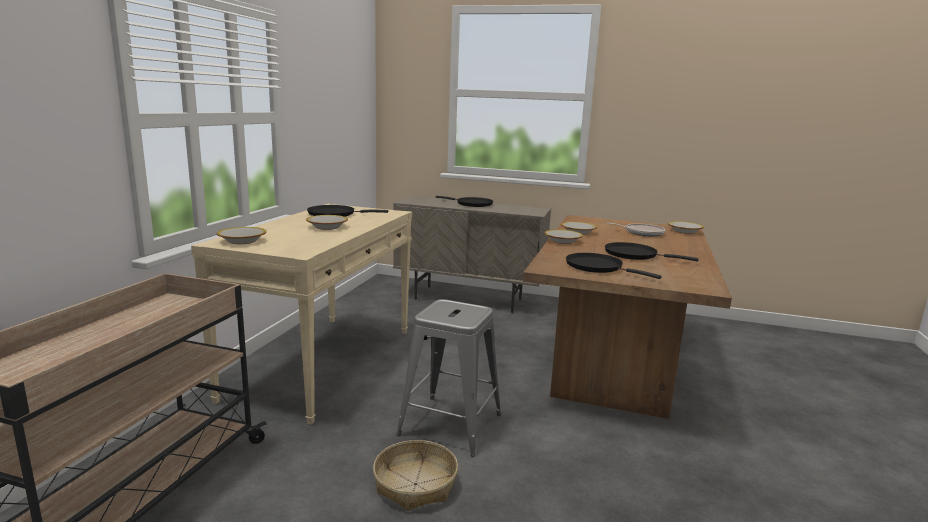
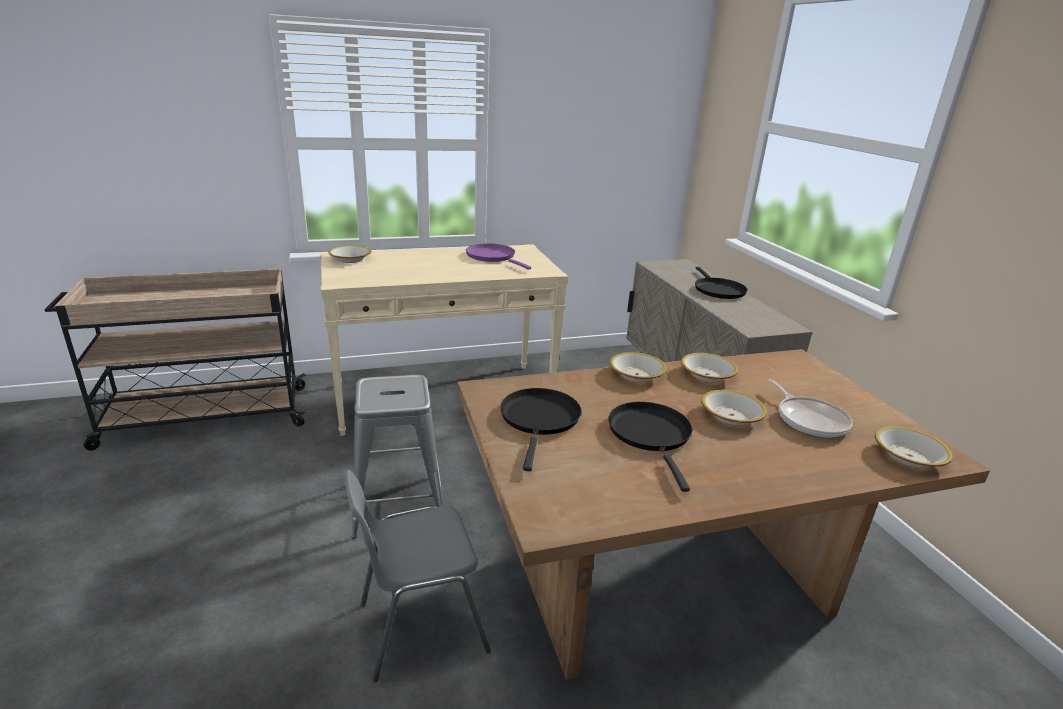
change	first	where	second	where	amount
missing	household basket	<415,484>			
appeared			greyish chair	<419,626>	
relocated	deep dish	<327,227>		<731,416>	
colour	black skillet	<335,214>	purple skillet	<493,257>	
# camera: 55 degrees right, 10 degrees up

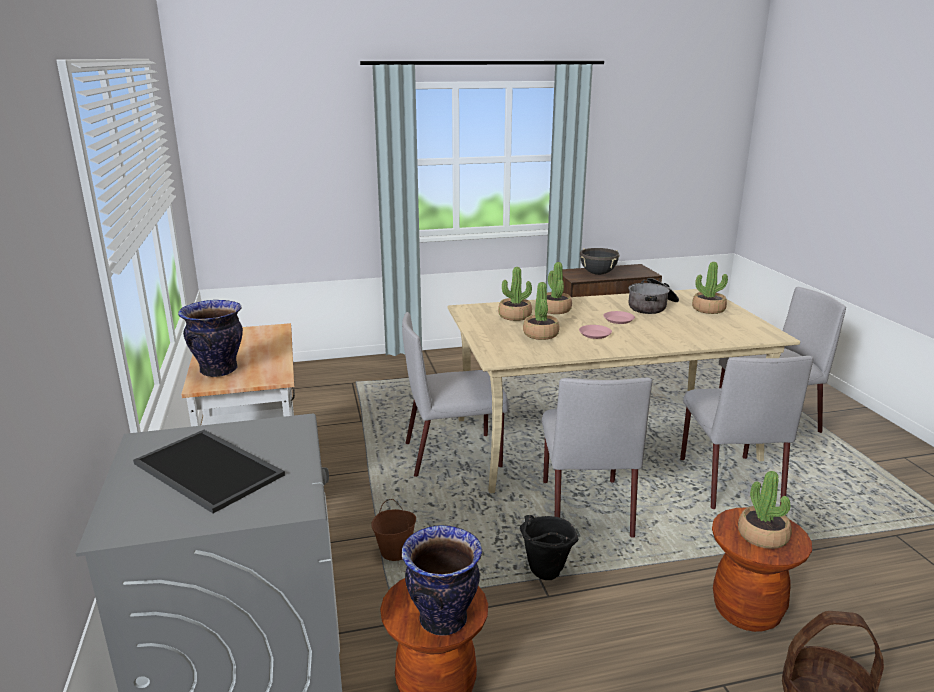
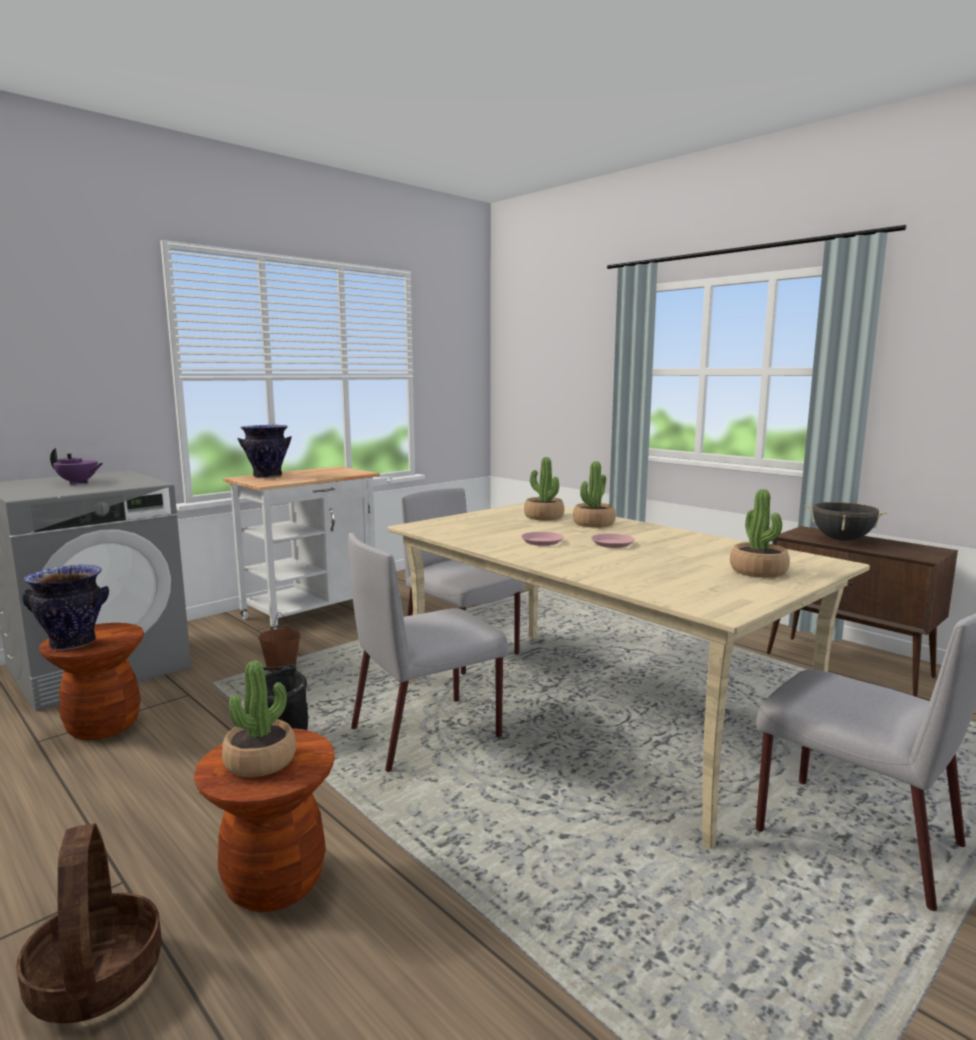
change	first	where	second	where	amount
missing	potted plant	<541,334>			
missing	cooking pot	<652,306>			
missing	greyish chair	<728,480>			
exchanged	carrying tray	<211,469>	purple pot for tea	<78,482>	
# camera: 60 degrees right, 10 degrees down

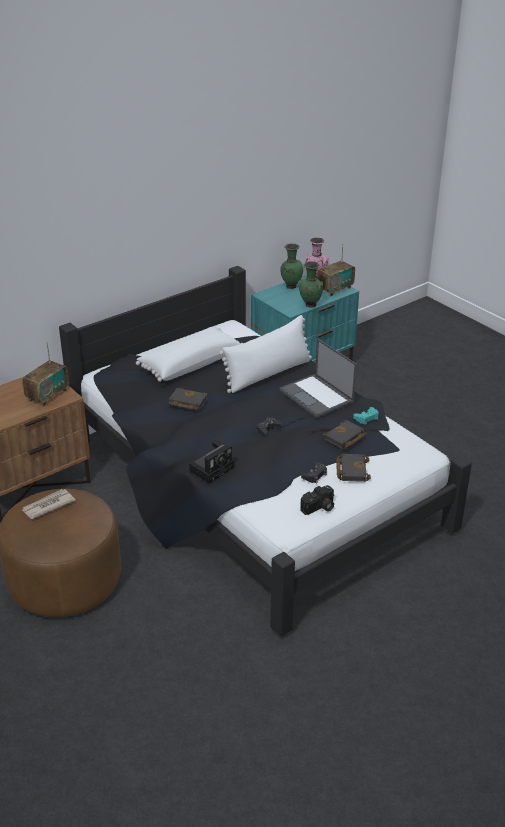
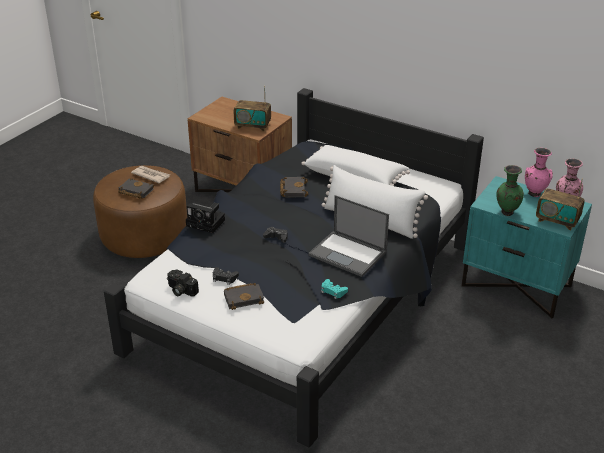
change	first	where	second	where	amount
relocated	black bound book	<345,438>		<135,191>	
colour	green decorative vase	<290,286>	pink decorative vase	<535,194>	
spun	notebook computer	<317,396>		<348,254>	90 degrees counterclockwise
# camera: 70 degrees right, 0 degrees up

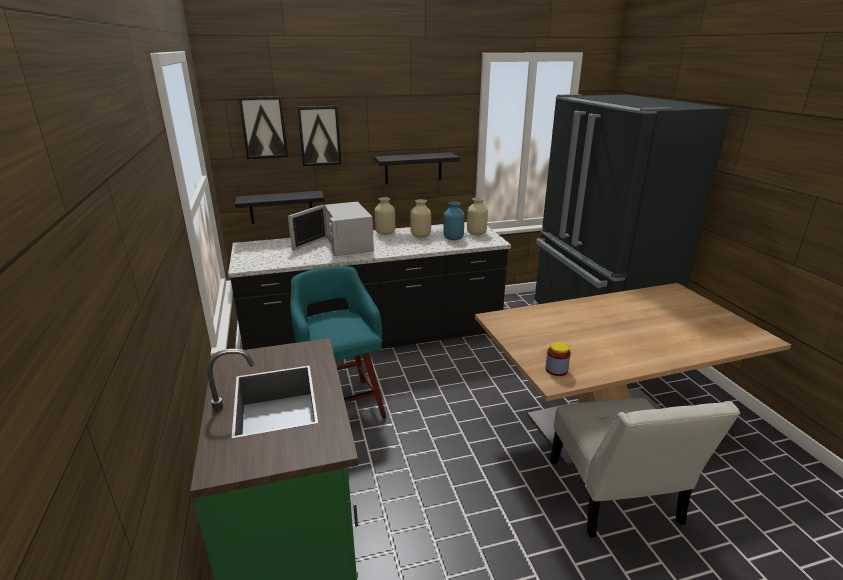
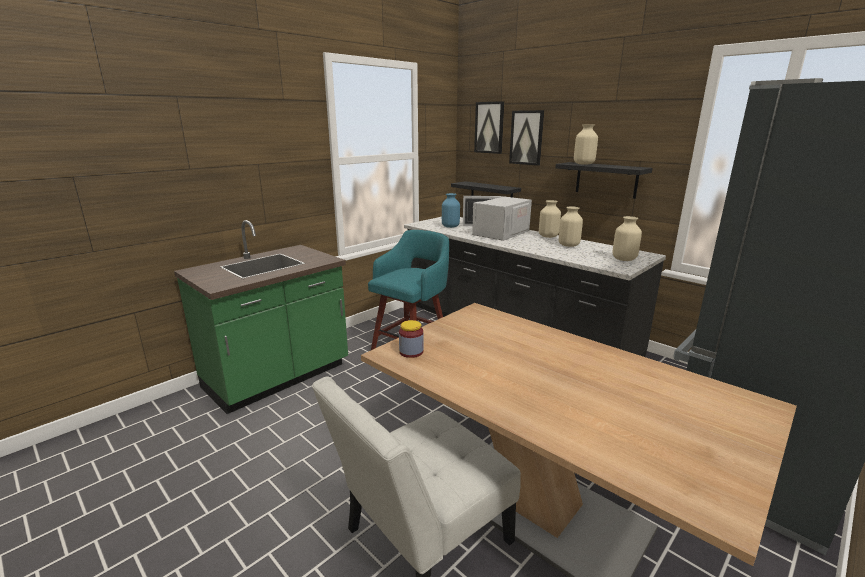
change	first	where	second	where	amount
appeared			beige-coloured decorative vase	<583,164>	
relocated	blue-coloured decorative vase	<453,238>		<450,226>	
# camera: 60 degrees right, 5 degrees down

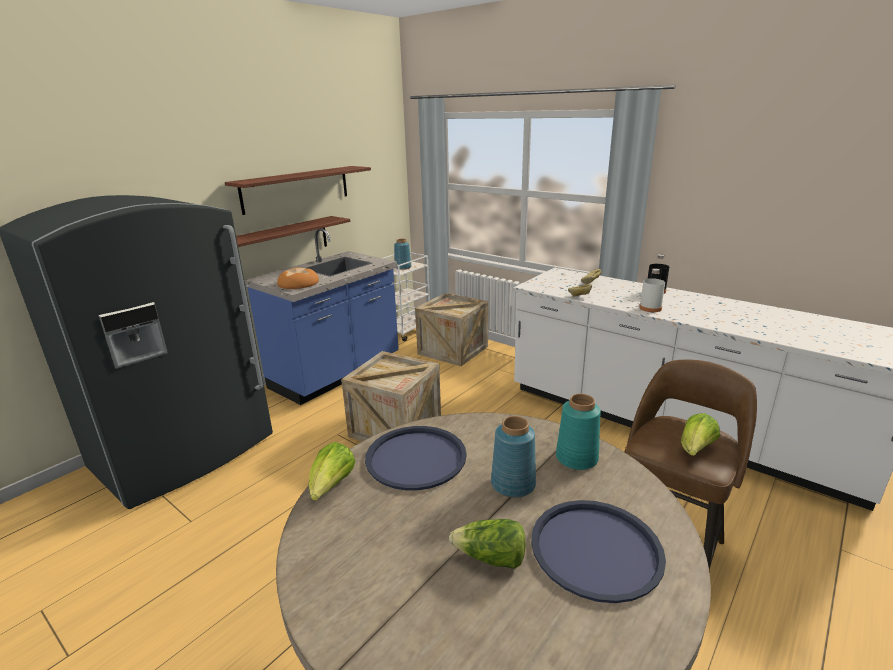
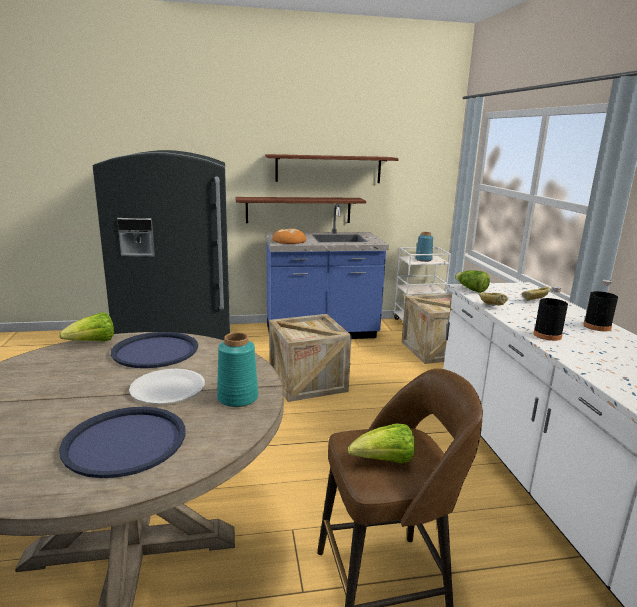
change	first	where	second	where	amount
relocated	lettuce head	<491,558>		<471,289>	
exchanged	blue-coloured decorative vase	<512,484>	white plate	<167,388>	
colour	white drink bottle	<650,308>	black drink bottle	<547,335>	
# camera: 40 degrees right, 5 degrees down

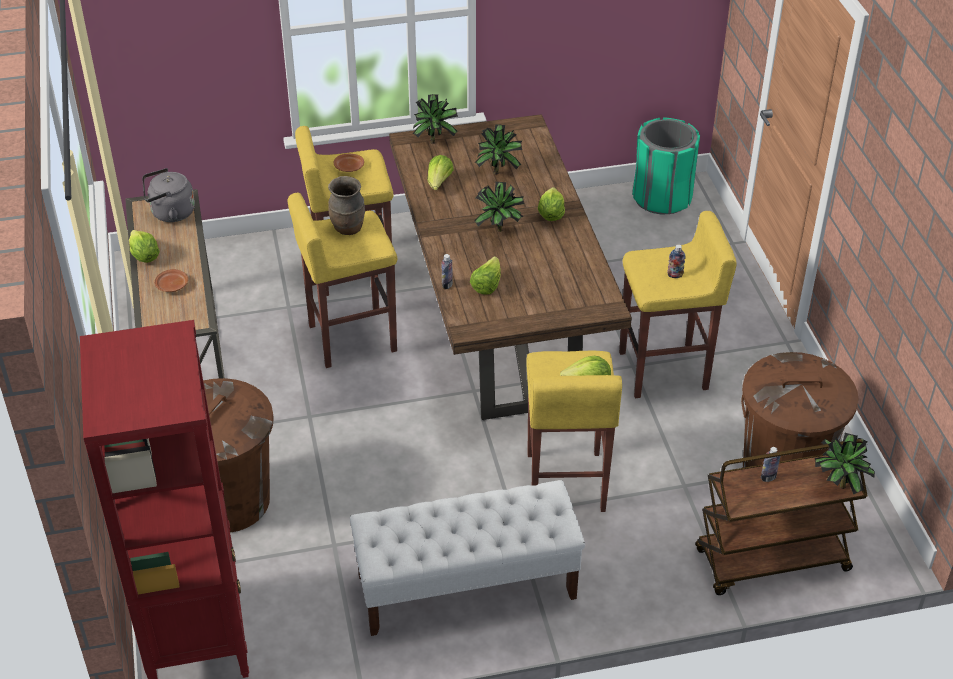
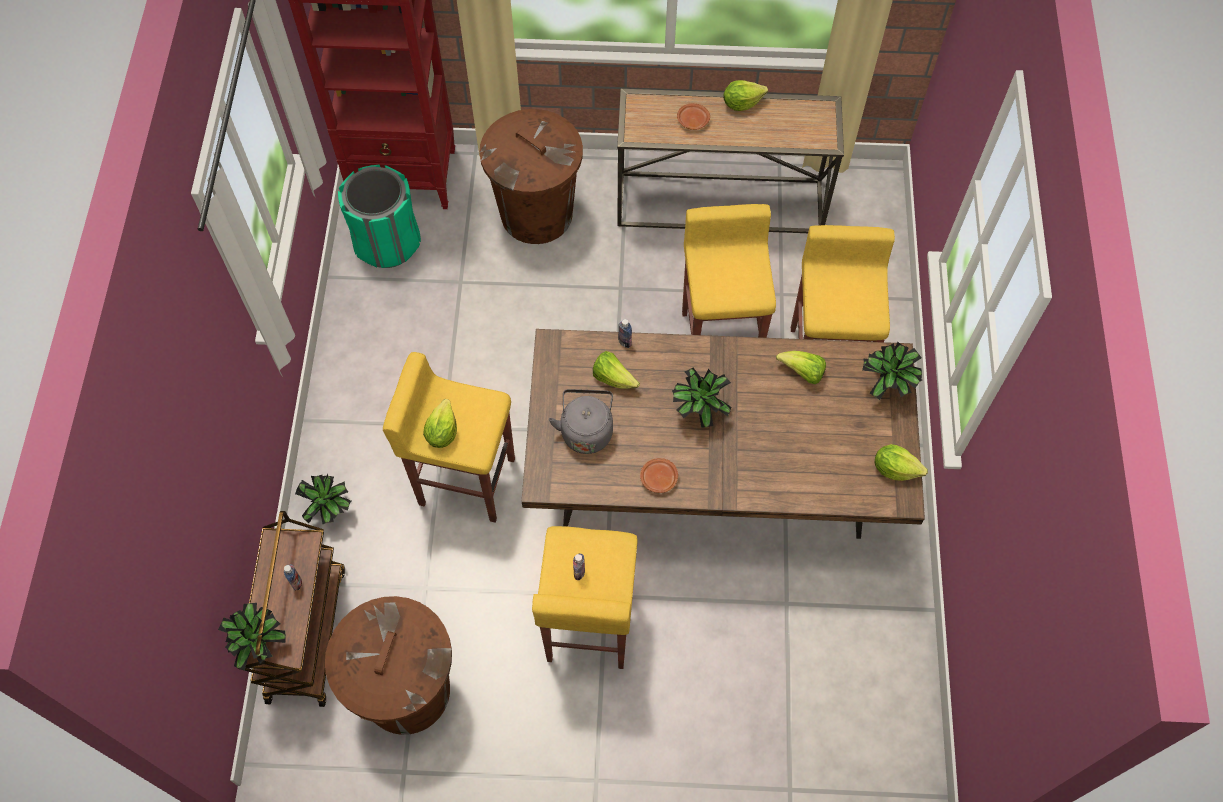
change	first	where	second	where	amount
missing	brownish decorative vase	<348,229>			
missing	white indoor bench	<466,587>			
relocated	greyish tea kettle	<170,213>		<586,430>	
relocated	brownish plate	<349,167>		<658,479>	
relocated	potted plant	<499,172>		<330,511>	
relocated	lettuce head	<551,215>		<895,469>	
relocated	green rubbish bin	<662,197>		<387,242>	
# camera: 105 degrees right, 20 degrees up

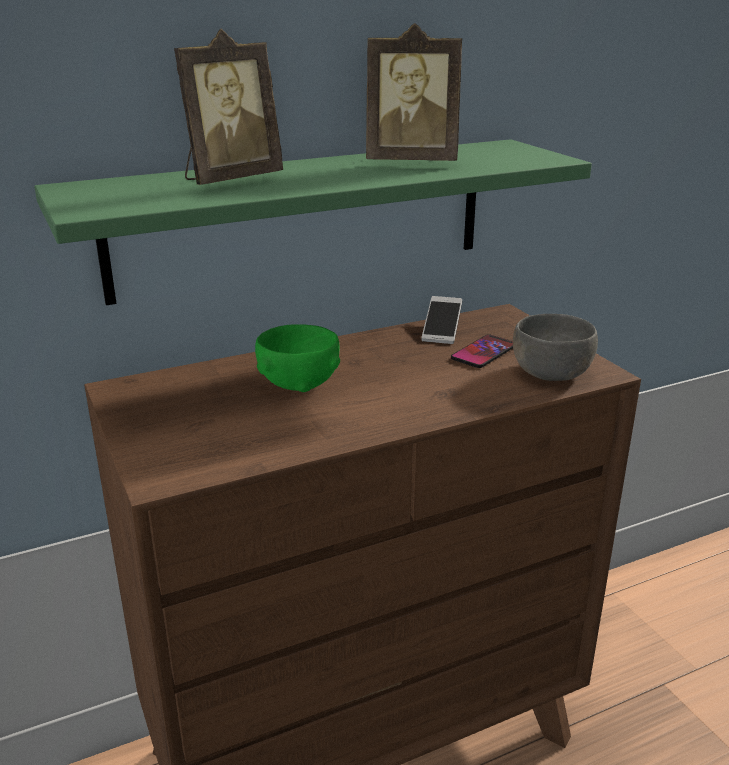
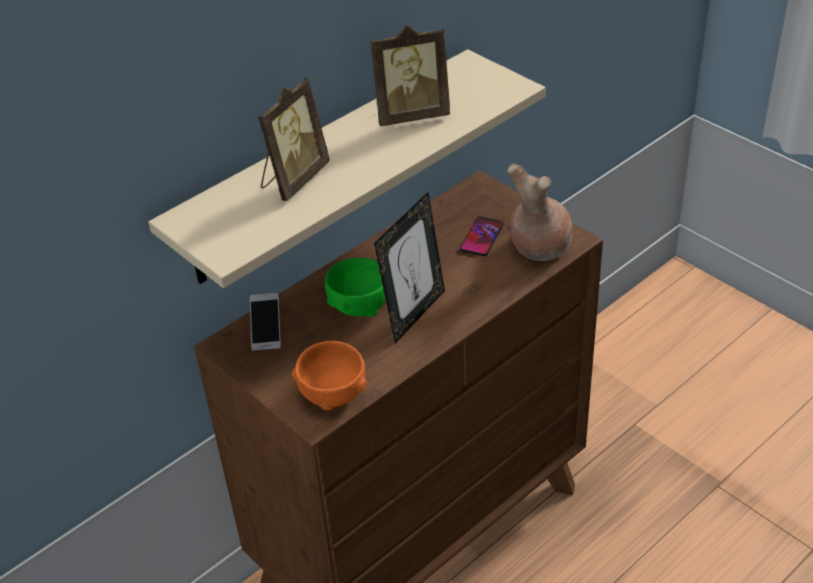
change	first	where	second	where	amount
appeared			orange deep dish	<333,393>	
appeared			standing frame	<414,314>	
relocated	telephone	<441,329>		<266,328>	
exchanged	greyish deep dish	<550,372>	brownish decorative vase	<537,248>	
colour	green shelf	<302,218>	beige-coloured shelf	<325,167>	
# camera: 15 degrees left, 15 degrees up

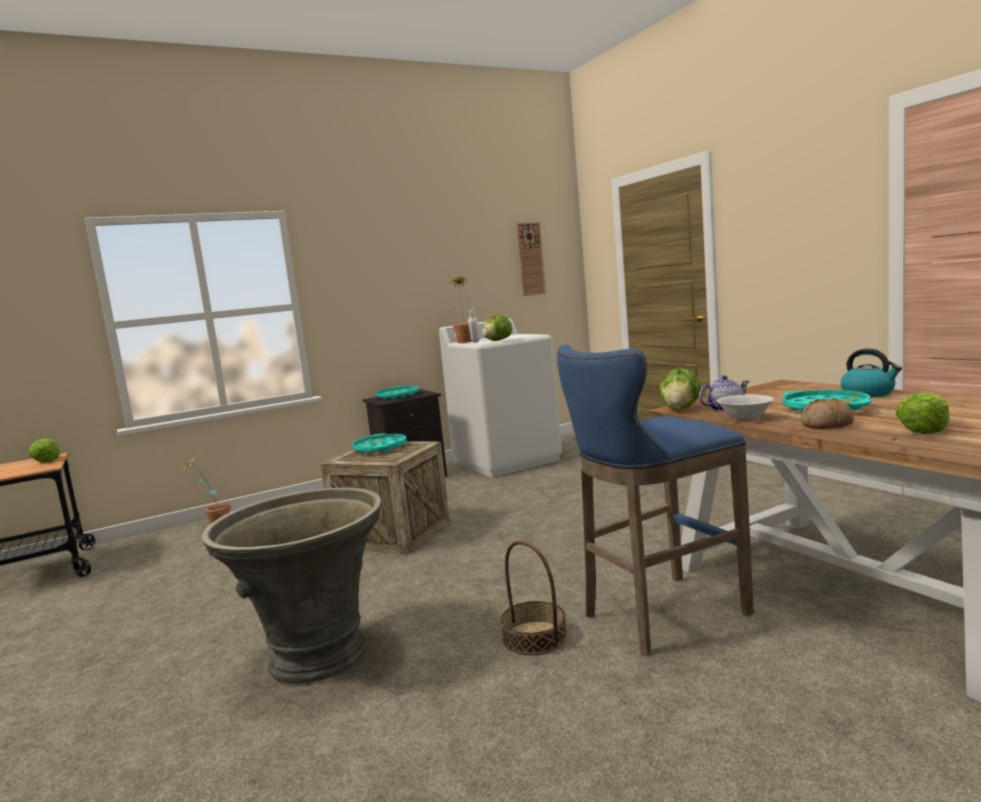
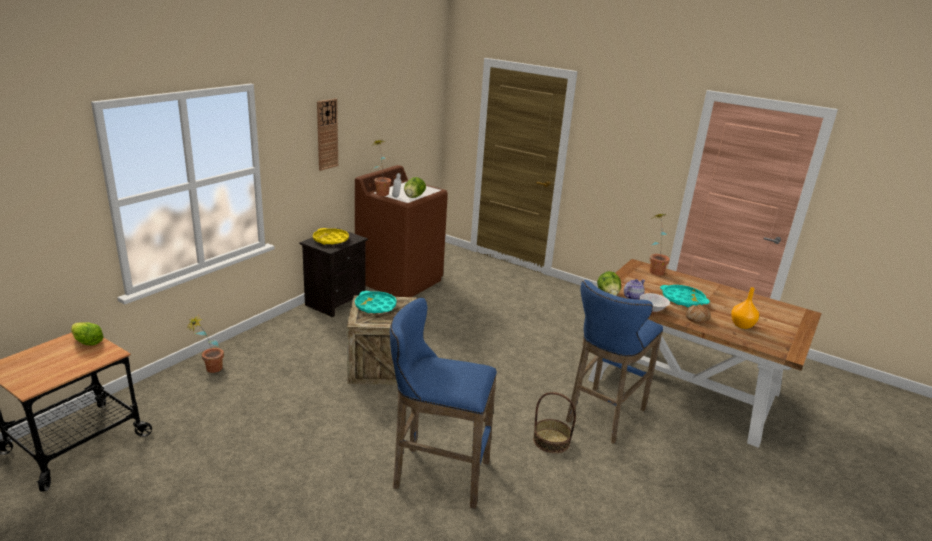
change	first	where	second	where	amount
missing	tea kettle	<869,393>			
appeared			potted plant	<654,270>	
relocated	clock on the wall	<530,259>		<327,134>	
exchanged	greyish planter	<316,656>	blue-coloured stool seat	<436,475>	
exchanged	lettuce head	<925,430>	orange decorative vase	<741,325>	
colour	blue-green carrying tray	<397,396>	yellowish carrying tray	<330,240>	
colour	white laundry appliance	<507,461>	brownish laundry appliance	<399,281>	
# camera: 30 degrees left, 15 degrees up

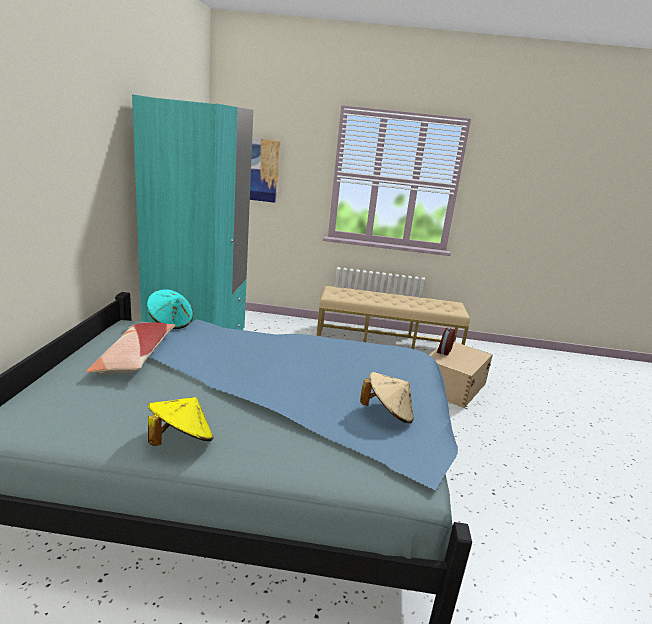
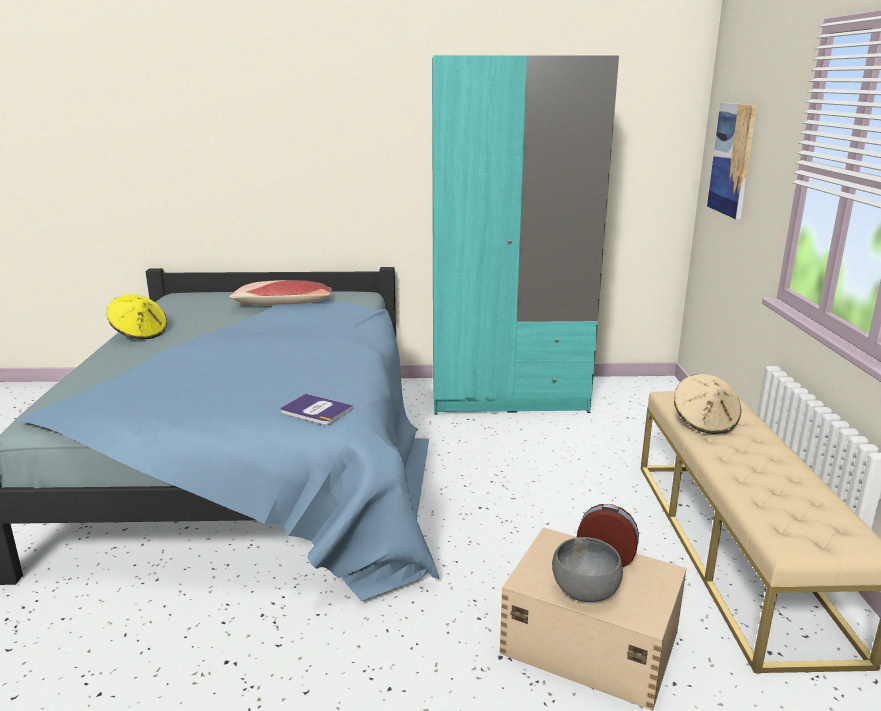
change	first	where	second	where	amount
missing	blue-green hat	<170,322>			
appeared			bound book	<316,410>	
appeared			greyish deep dish	<585,590>	
relocated	beige-coloured hat	<387,414>		<704,422>	
# camera: 85 degrees right, 0 degrees up

